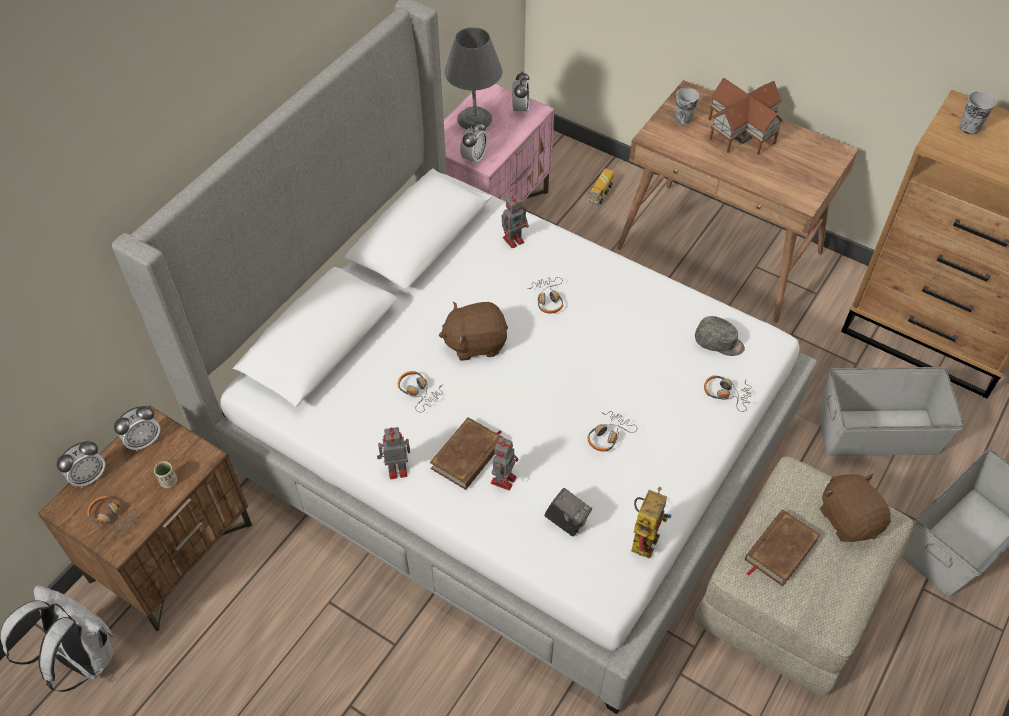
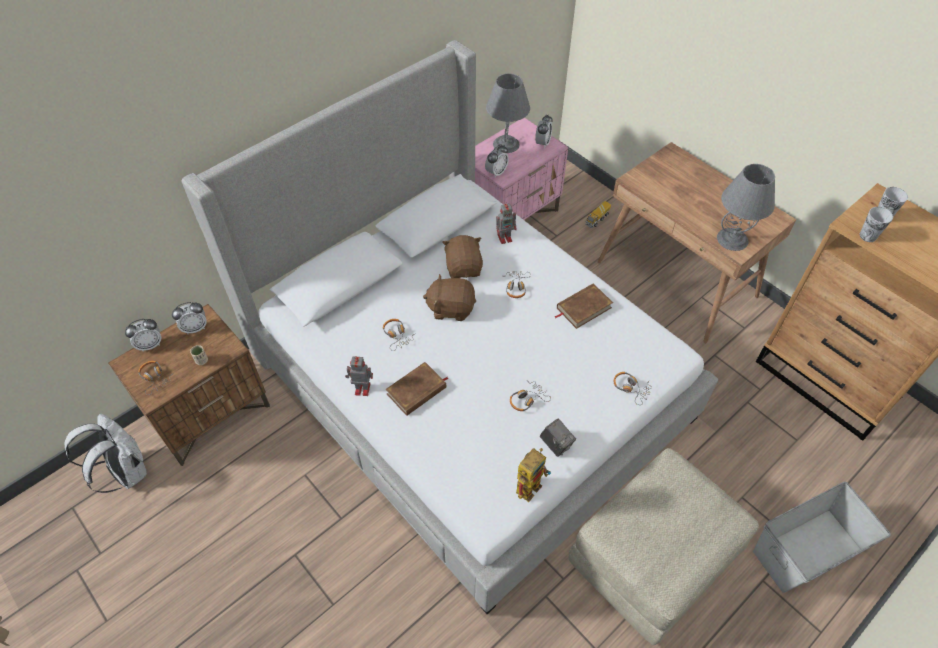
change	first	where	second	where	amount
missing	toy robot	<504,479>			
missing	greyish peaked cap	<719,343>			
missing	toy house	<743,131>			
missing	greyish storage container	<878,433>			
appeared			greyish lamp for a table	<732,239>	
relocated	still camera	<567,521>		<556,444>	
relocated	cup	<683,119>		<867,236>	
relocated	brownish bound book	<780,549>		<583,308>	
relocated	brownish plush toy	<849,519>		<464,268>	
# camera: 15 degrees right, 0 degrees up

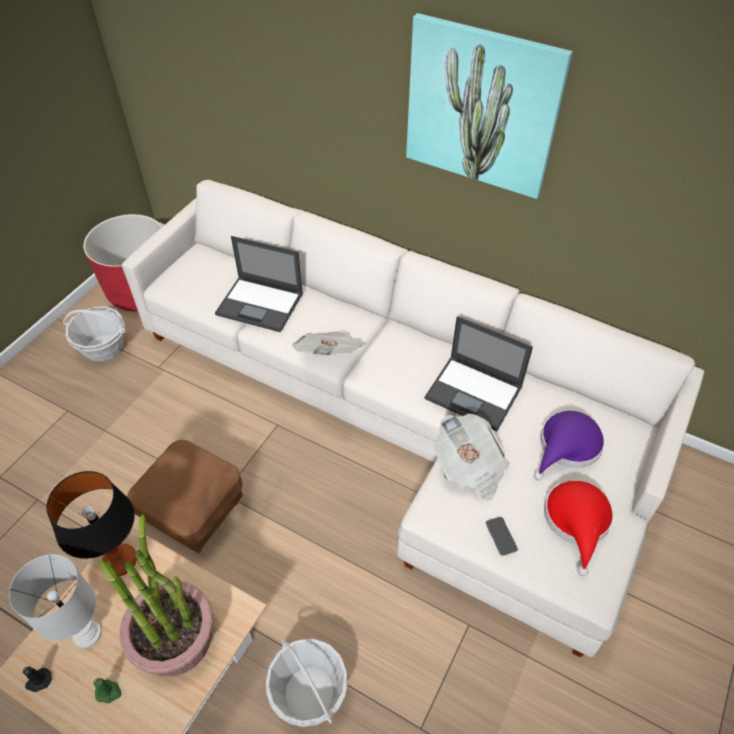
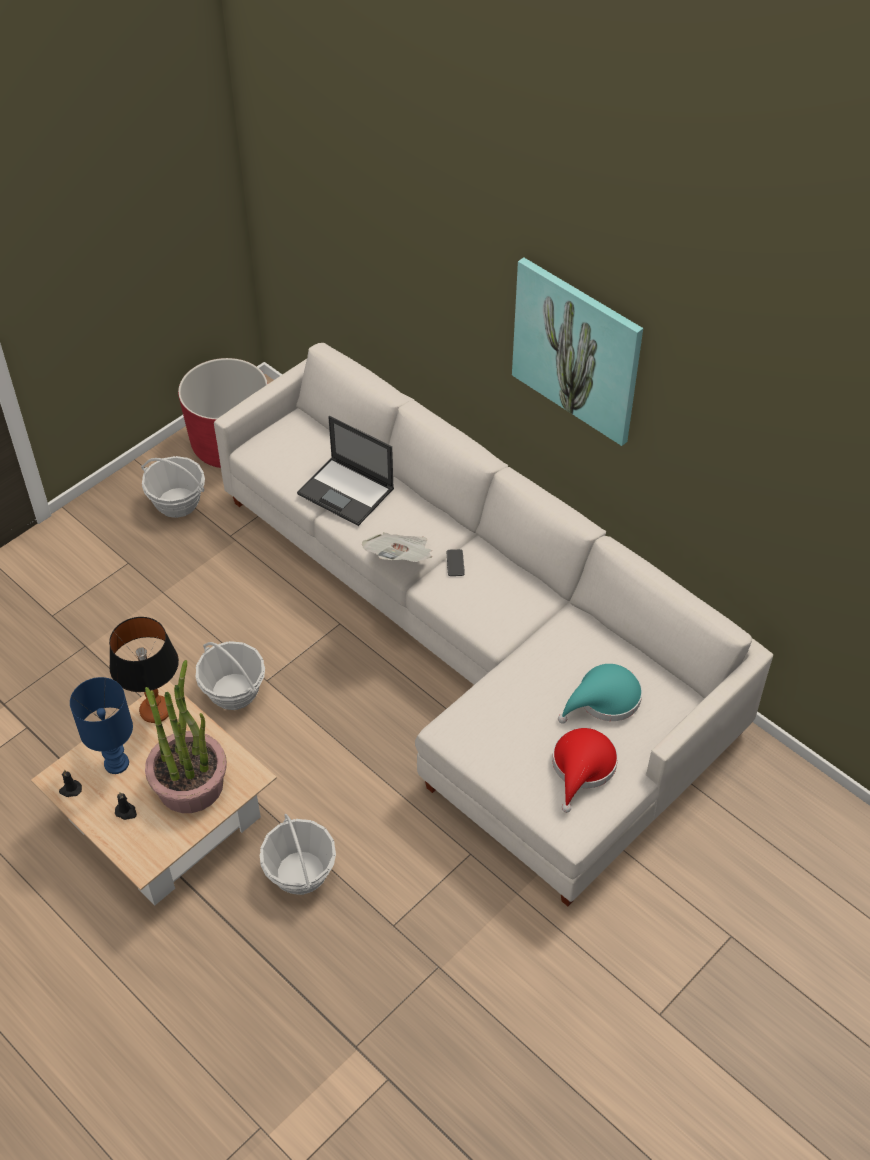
change	first	where	second	where	amount
missing	notebook computer	<474,393>			
missing	printed paper	<469,467>			
relocated	telephone	<501,536>		<455,563>	
exchanged	brownish ottoman	<194,512>	household basket	<234,692>	
colour	white lamp for a table	<88,633>	blue-coloured lamp for a table	<117,762>	
colour	green wax light	<109,692>	black wax light	<126,812>	
colour	purple hat	<567,447>	blue-green hat	<604,700>	
# camera: 15 degrees right, 0 degrees up

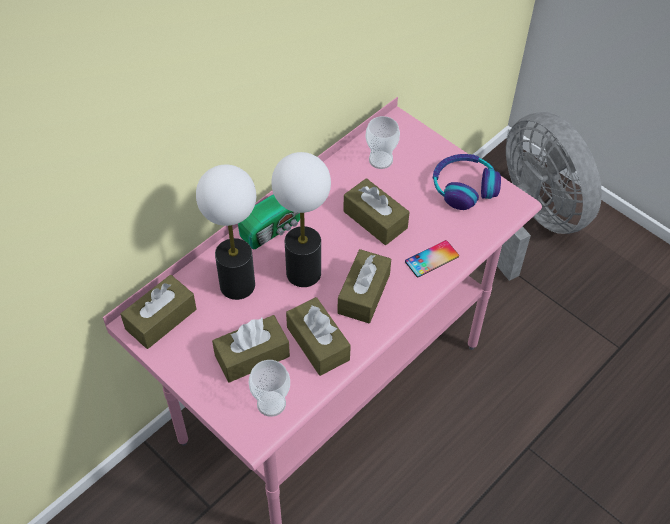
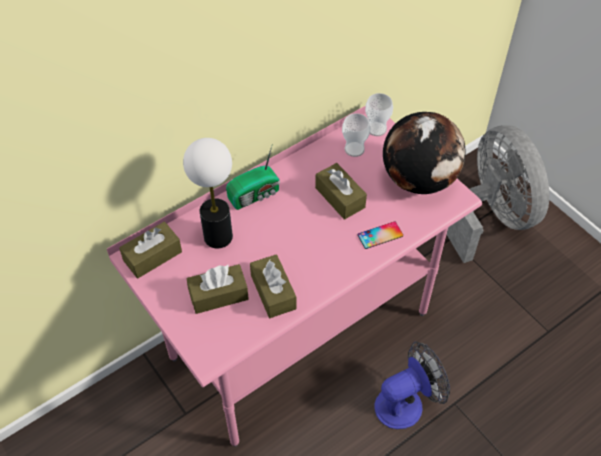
change	first	where	second	where	amount
missing	lamp for a table	<304,273>			
missing	brownish tissue holder	<364,294>			
appeared			fan	<406,403>	
relocated	cup	<271,403>		<376,129>	
exchanged	headset	<464,187>	globe	<419,179>	
# camera: 10 degrees right, 0 degrees up

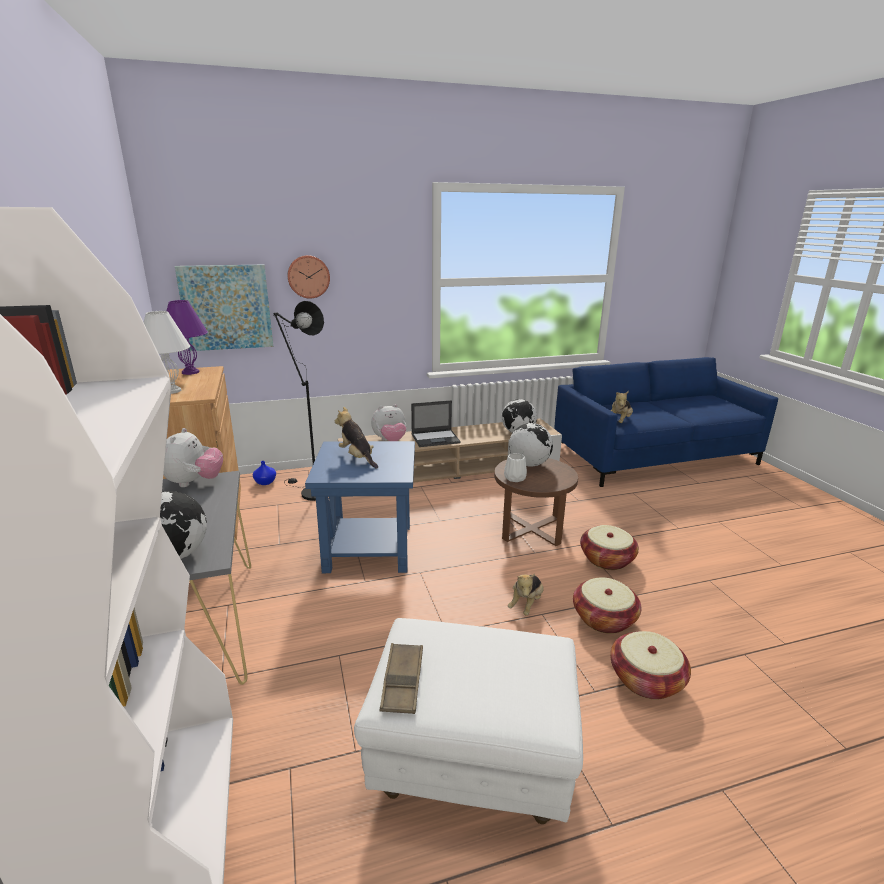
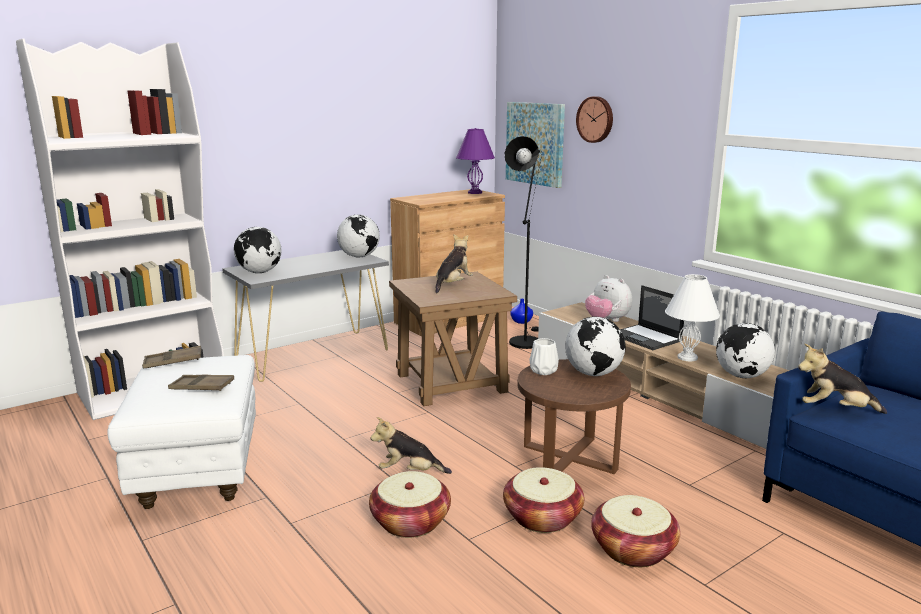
change	first	where	second	where	amount
appeared			brownish carrying tray	<202,387>	
relocated	white lamp for a table	<172,391>		<688,358>	
relocated	household basket	<646,679>		<633,549>	
exchanged	plush toy	<195,482>	globe	<359,256>	
colour	blue-coloured side table	<369,548>	brownish side table	<450,383>	
# camera: 70 degrees right, 5 degrees down

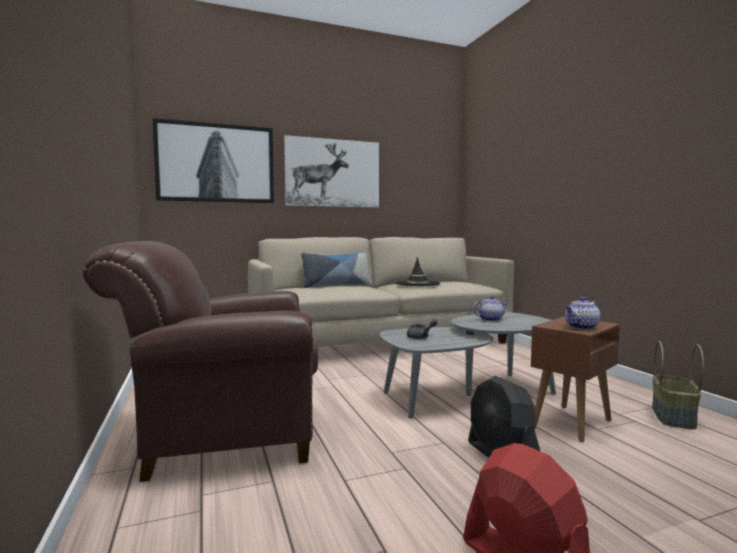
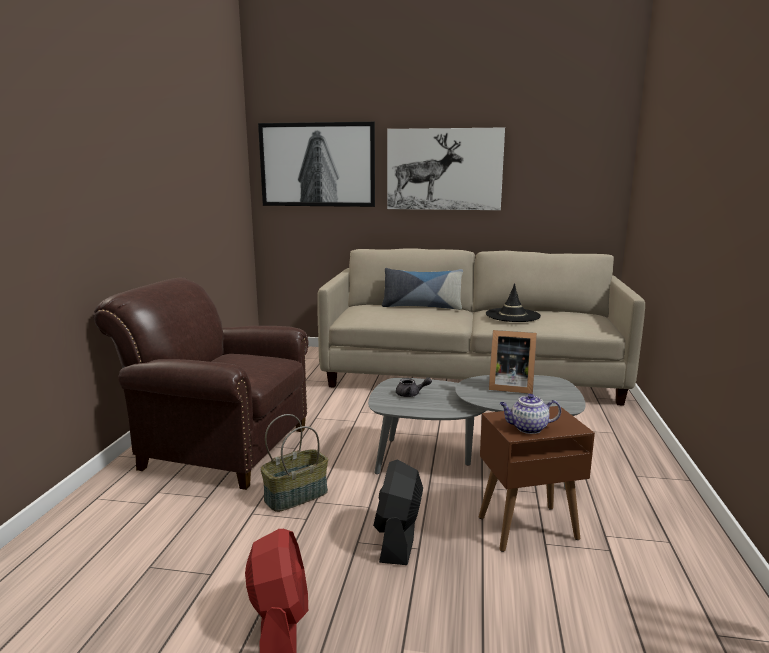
change	first	where	second	where	amount
relocated	household basket	<672,416>		<296,495>	
exchanged	pot for tea	<490,319>	standing frame	<509,386>	
# camera: 30 degrees right, 10 degrees up

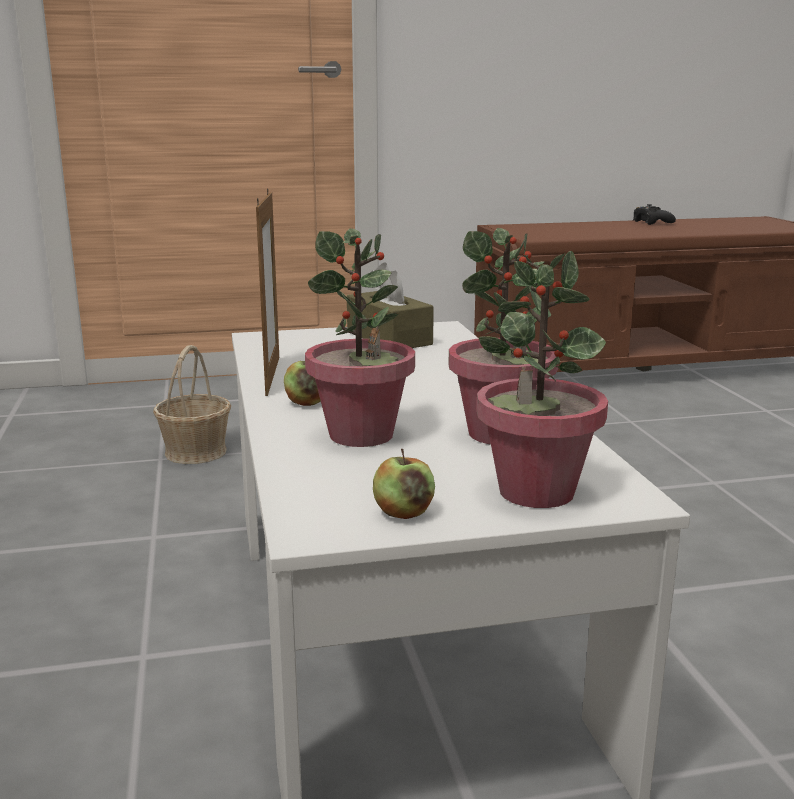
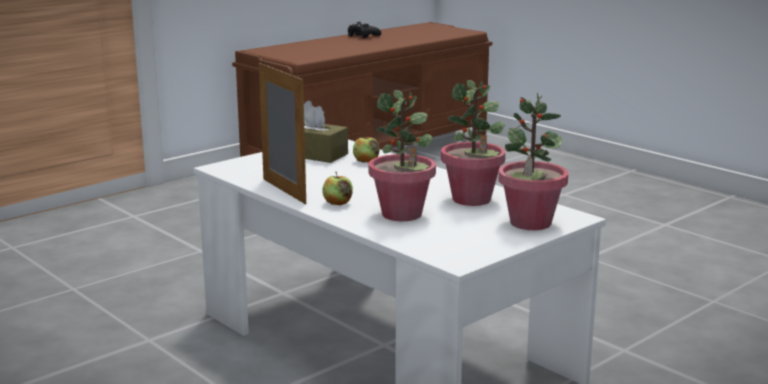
change	first	where	second	where	amount
missing	household basket	<196,452>			
relocated	apple fruit	<403,512>		<366,161>	
# camera: 30 degrees left, 0 degrees up

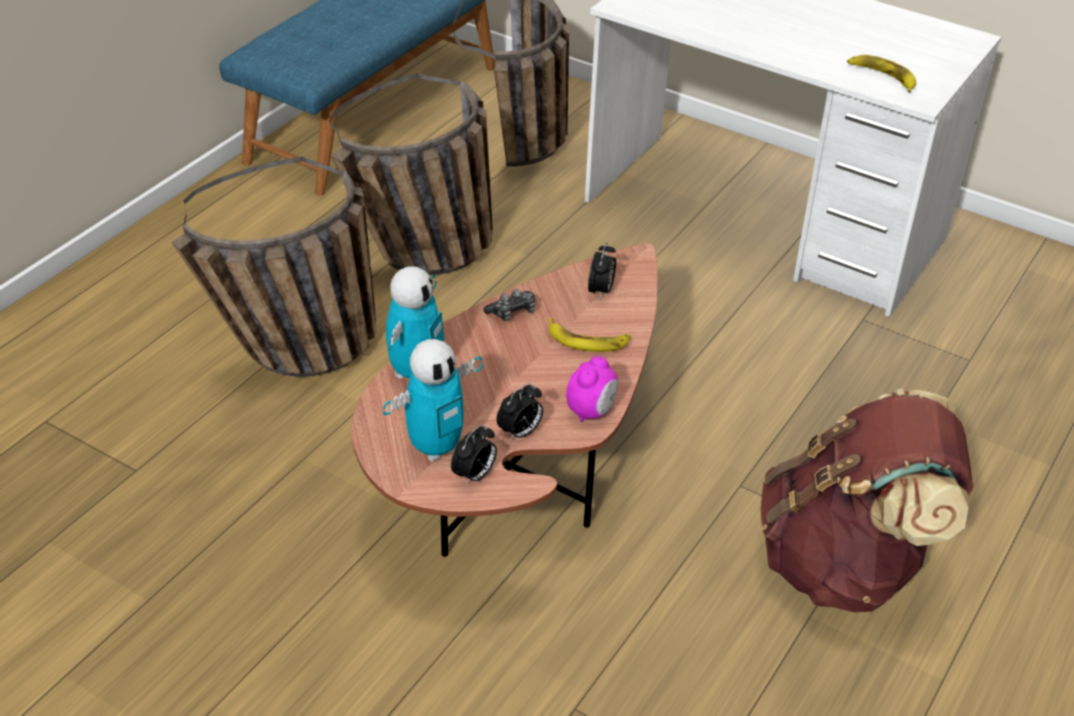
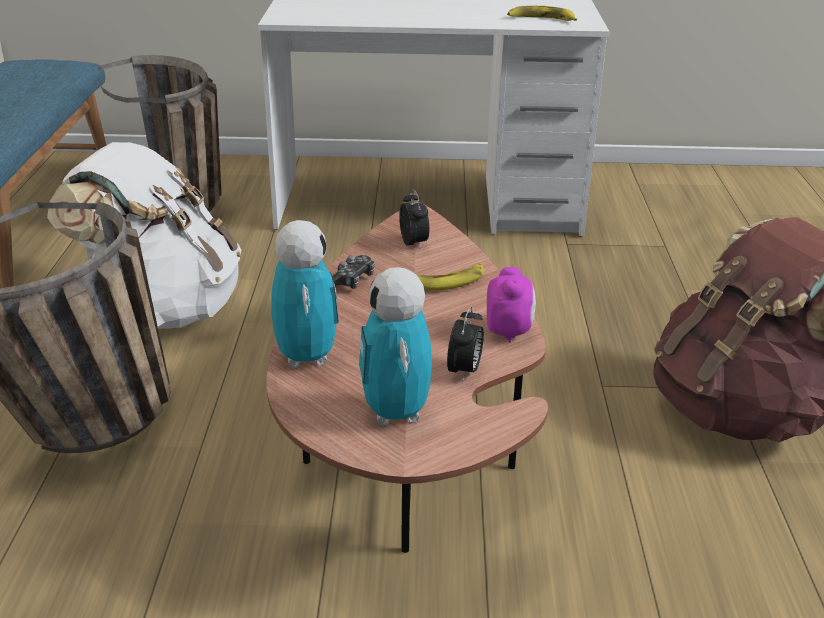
change	first	where	second	where	amount
missing	alarm clock	<474,476>			
exchanged	household basket	<424,260>	white rucksack	<162,311>	
spun	toy robot	<435,447>		<396,414>	150 degrees clockwise
# camera: 30 degrees left, 10 degrees down

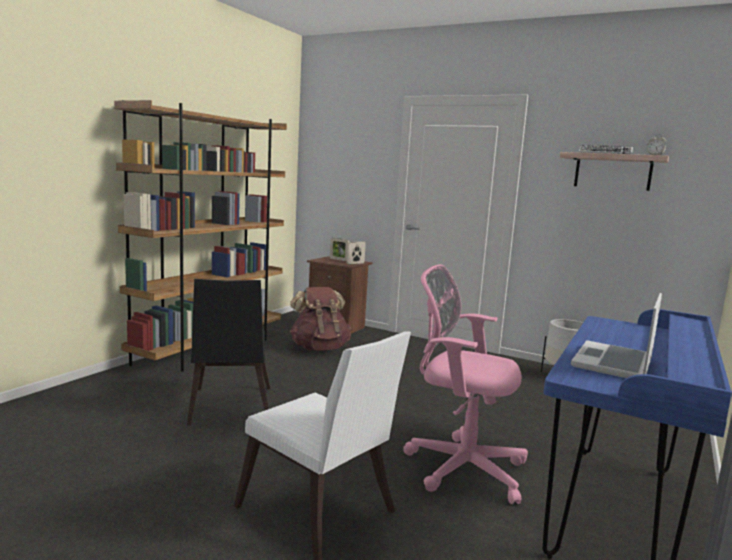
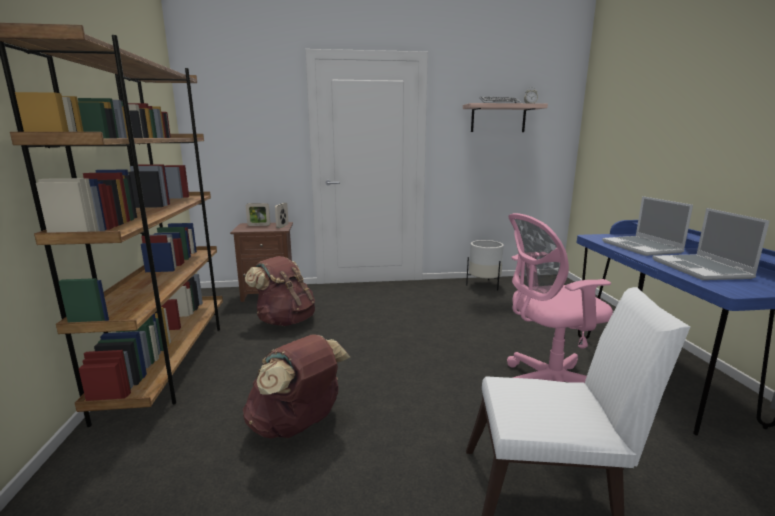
change	first	where	second	where	amount
appeared			notebook computer	<642,247>	
exchanged	black chair	<229,408>	brownish rucksack	<297,425>	
# camera: 35 degrees left, 5 degrees up

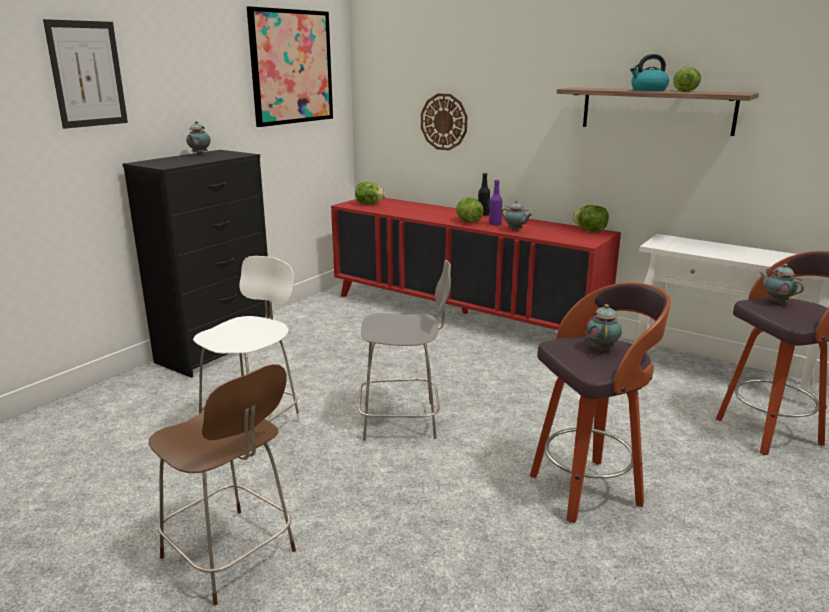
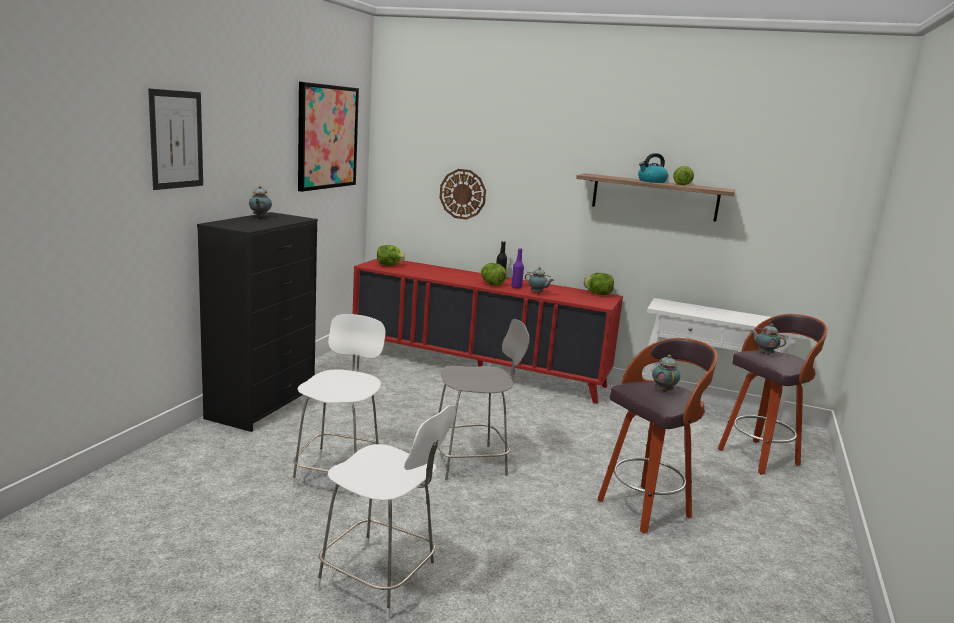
change	first	where	second	where	amount
colour	brownish chair	<231,556>	white chair	<380,581>	
# camera: 15 degrees left, 5 degrees down

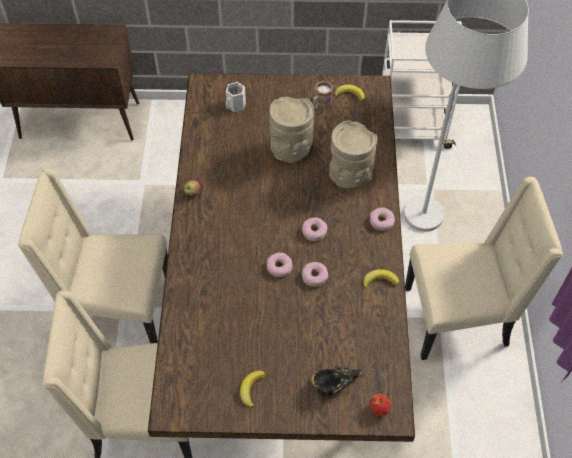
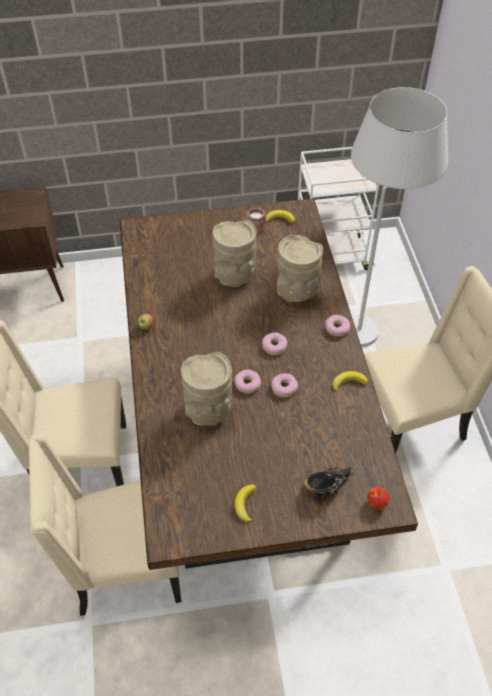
change	first	where	second	where	amount
missing	white tea mug	<236,105>			
appeared			beige-coloured decorative vase	<208,410>	
# camera: 10 degrees left, 5 degrees down

